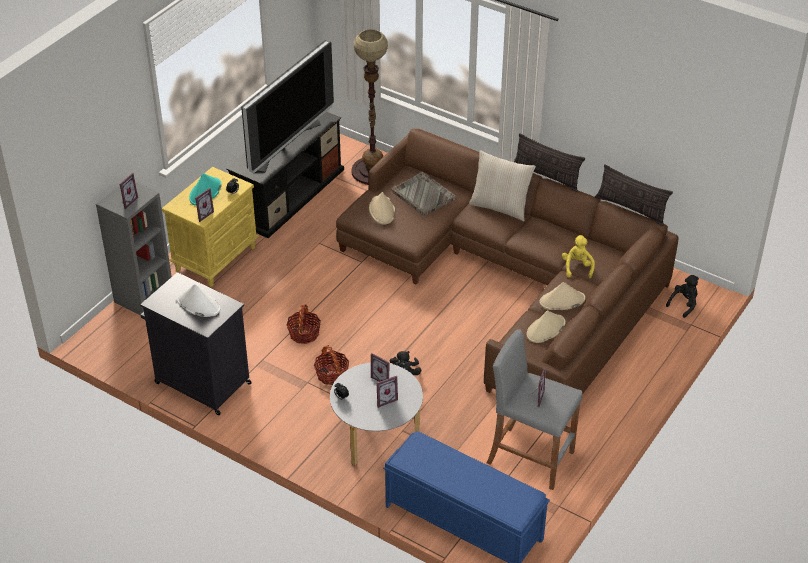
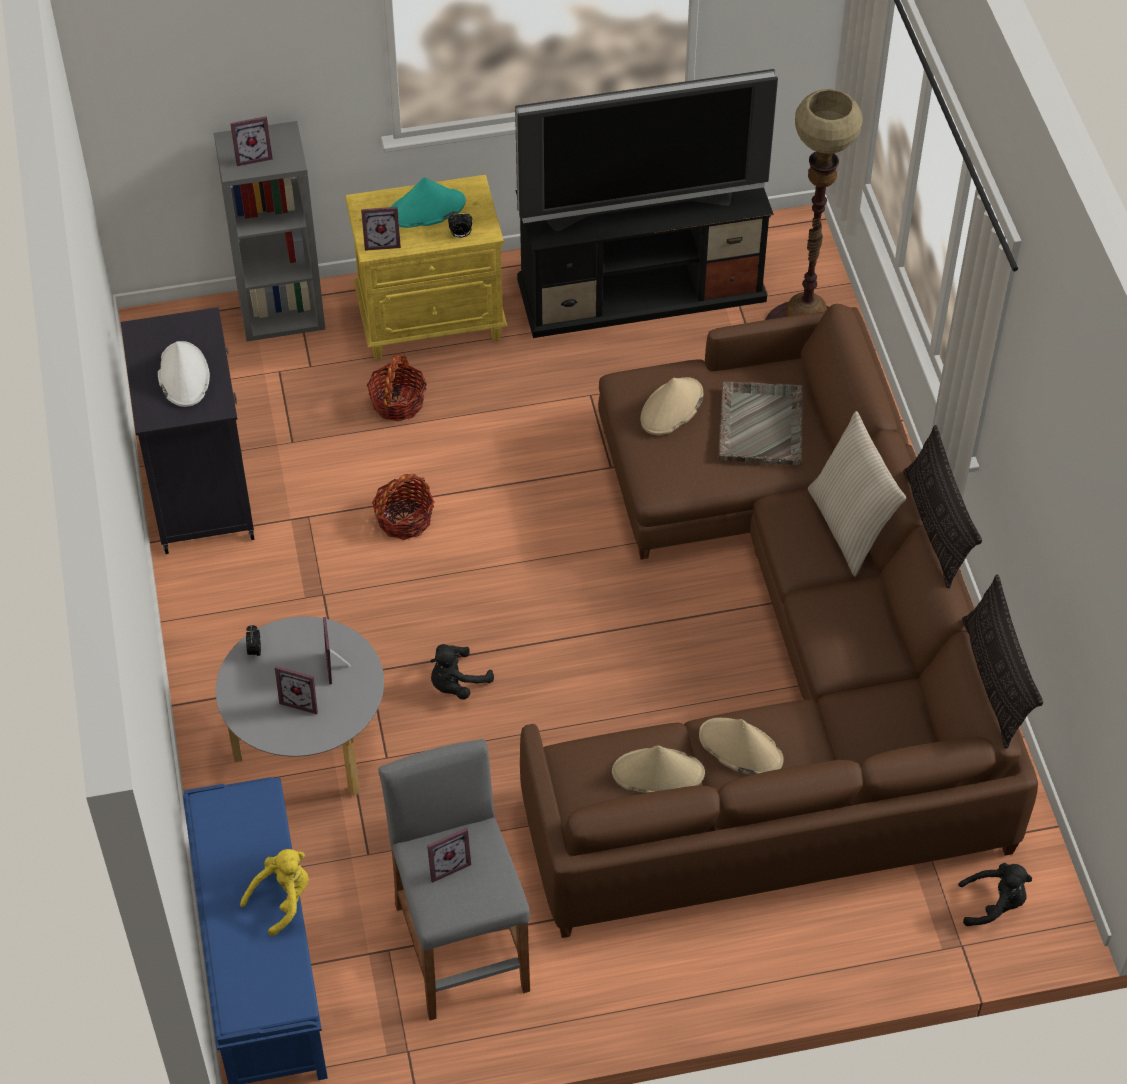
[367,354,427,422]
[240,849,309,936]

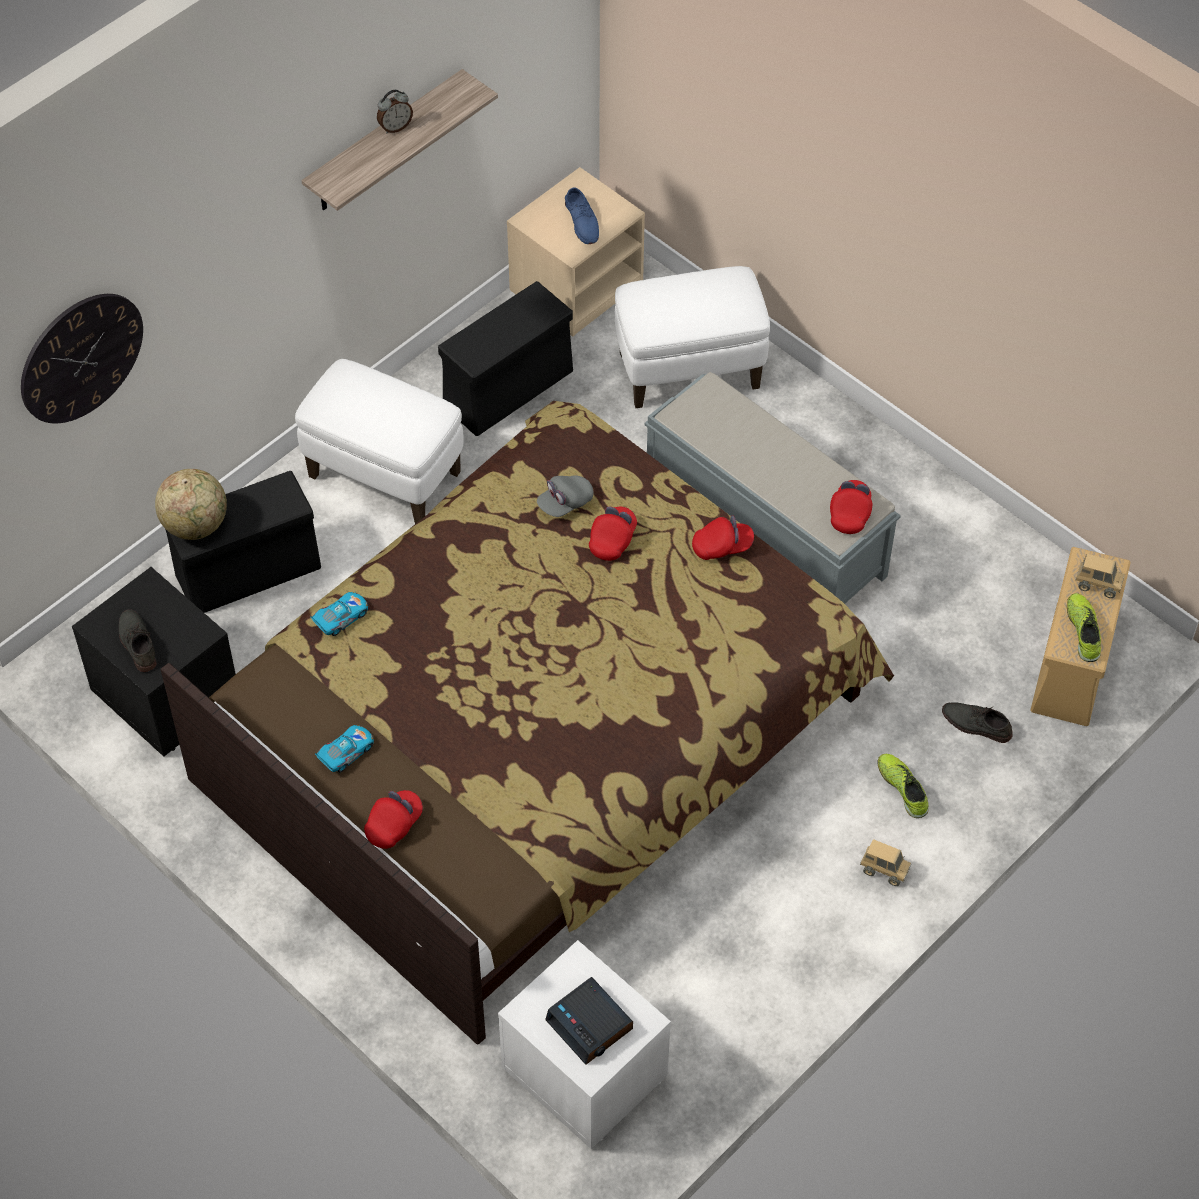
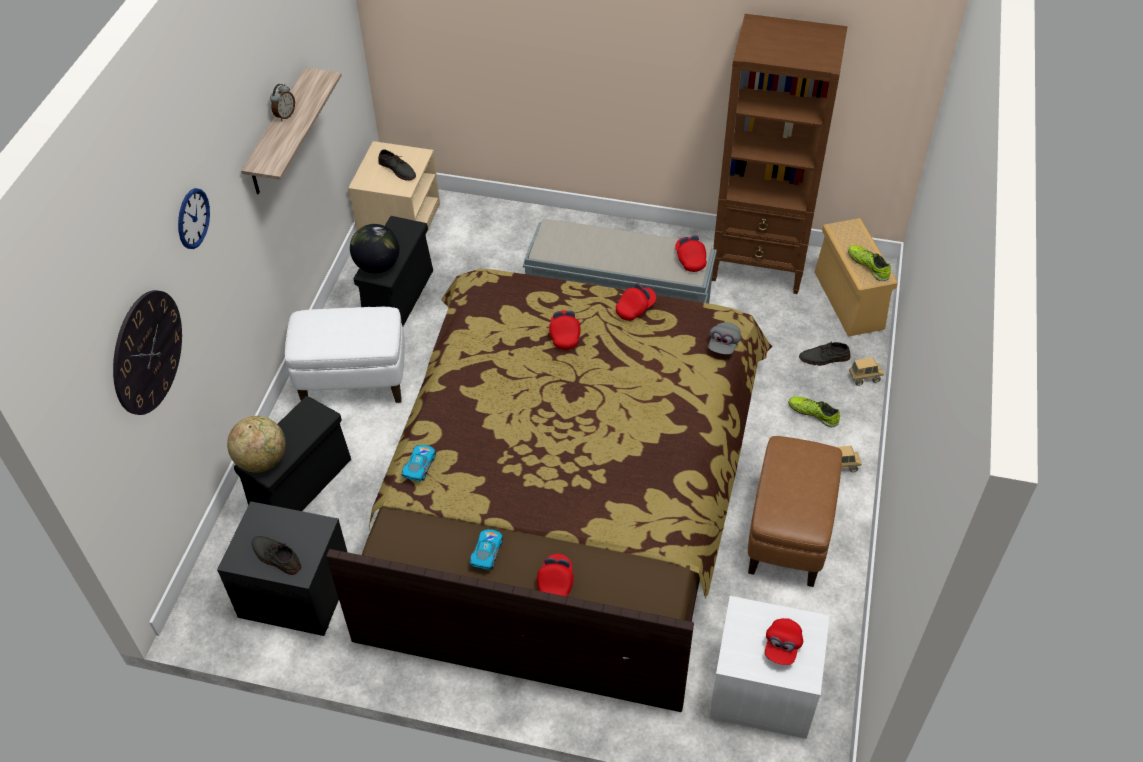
[708,322,741,354]
[765,618,803,665]
[378,149,416,181]
[615,266,770,408] (first image)
[849,357,884,386]
[178,188,210,249]
[350,224,400,273]
[712,14,848,294]
[748,436,842,587]

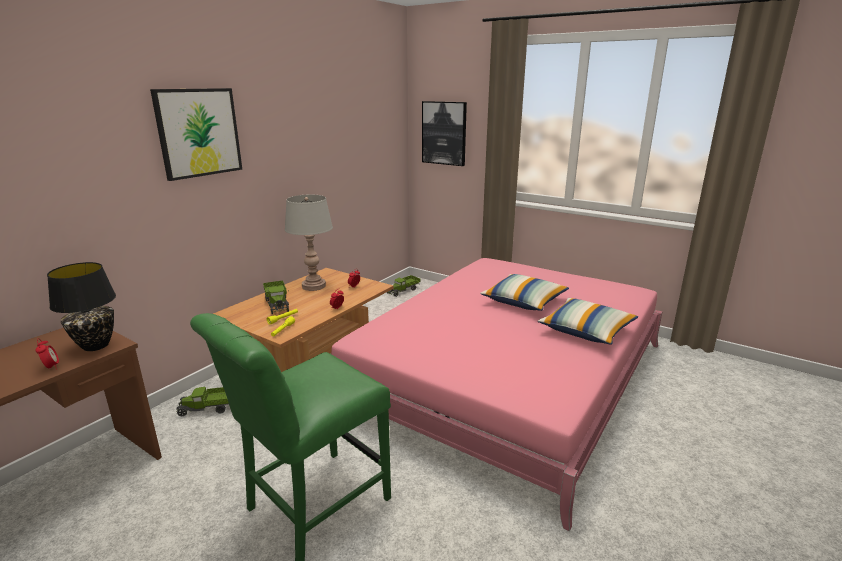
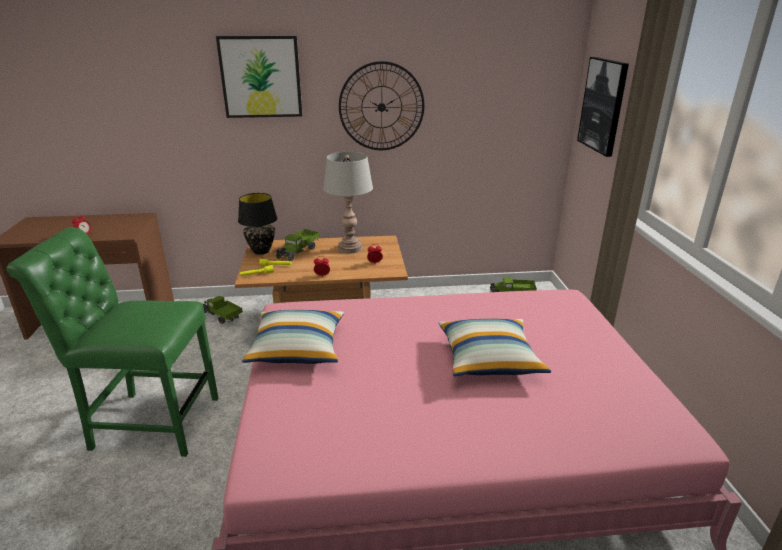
[238,193,277,255]
[242,310,344,364]
[339,61,424,150]

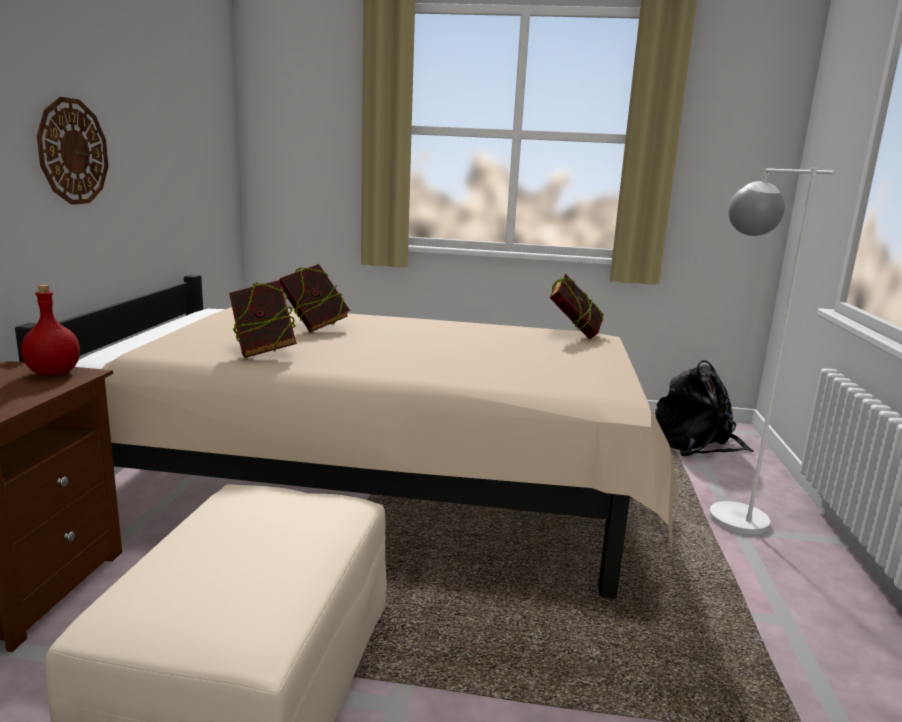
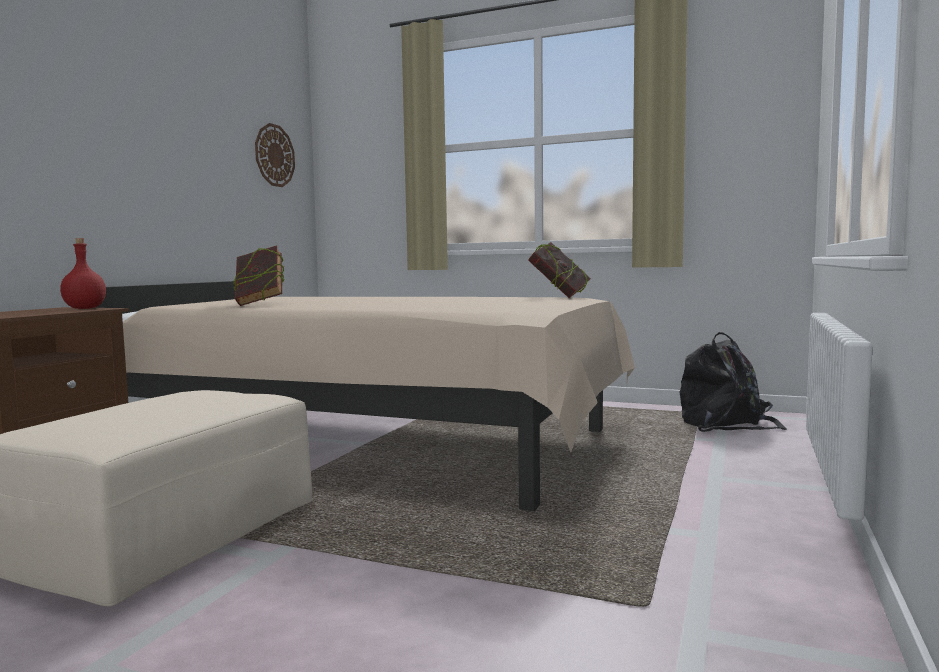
[255,123,295,187]
[280,264,350,332] (first image)
[709,167,835,535] (first image)

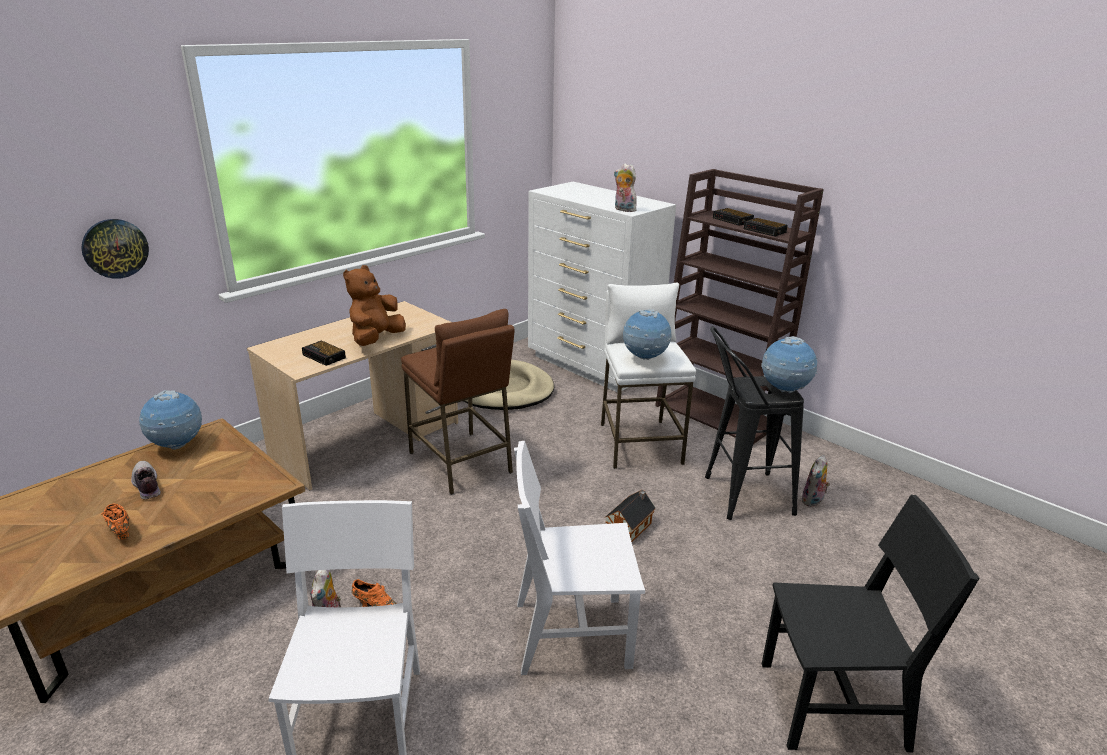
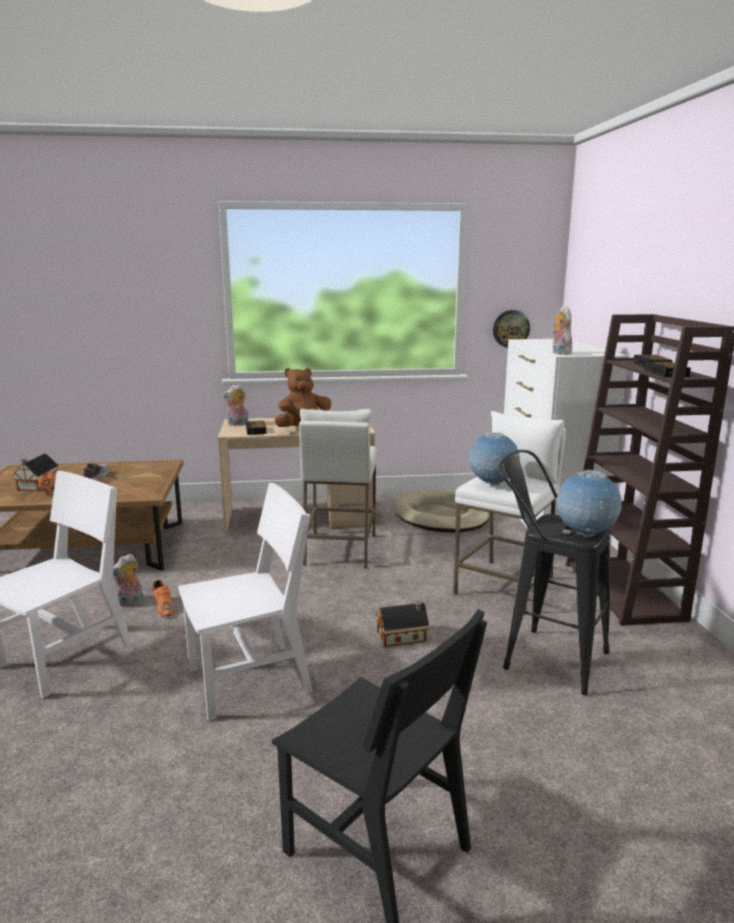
[493,310,530,348]
[139,390,202,450] (first image)
[299,409,377,568]
[178,483,313,721]
[222,384,249,426]
[12,454,59,491]

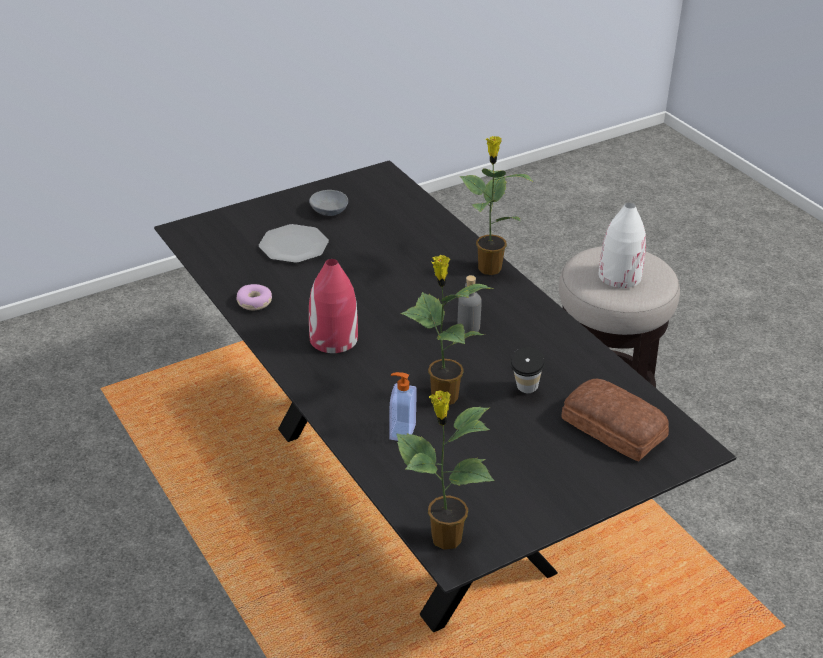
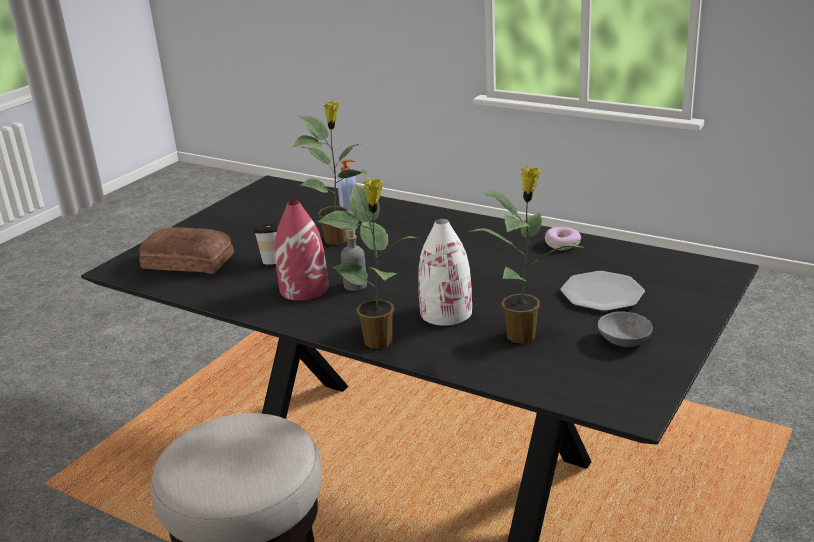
[275,200,328,301]
[468,167,585,344]
[418,219,472,326]

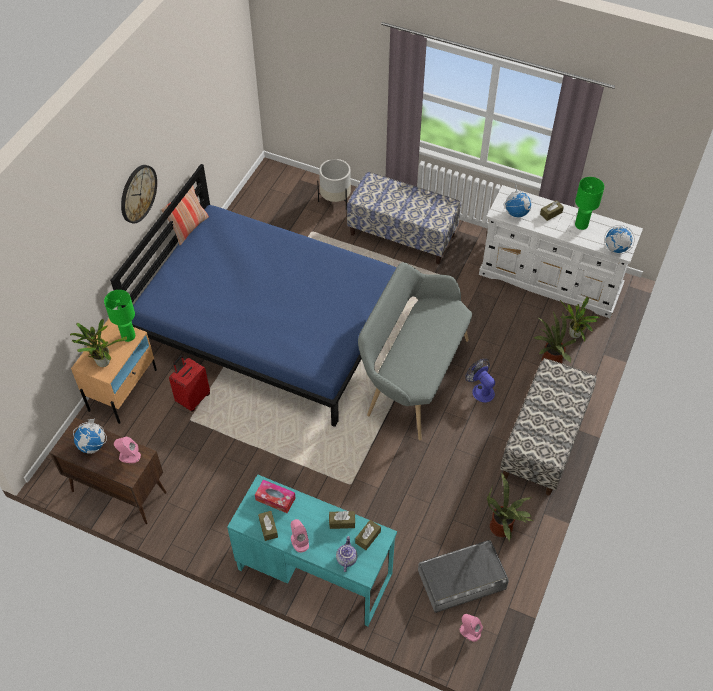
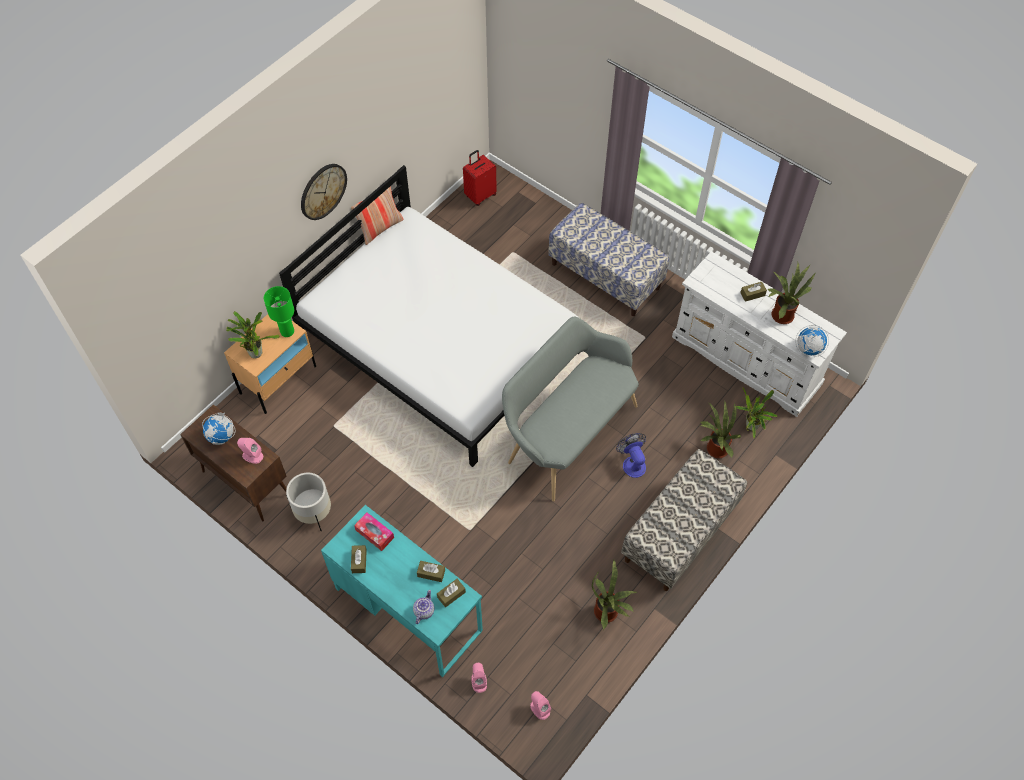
[279,165,579,467]
[463,150,497,206]
[471,663,487,693]
[286,473,331,531]
[418,540,509,613] (first image)
[503,186,532,217] (first image)
[768,262,815,324]

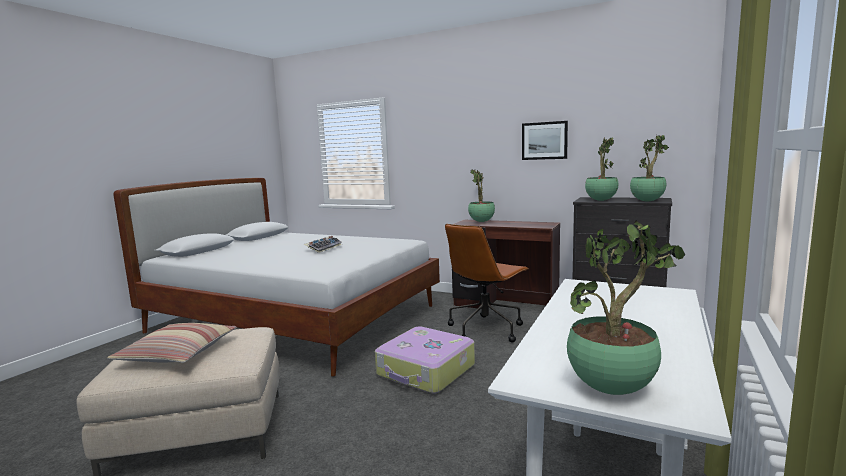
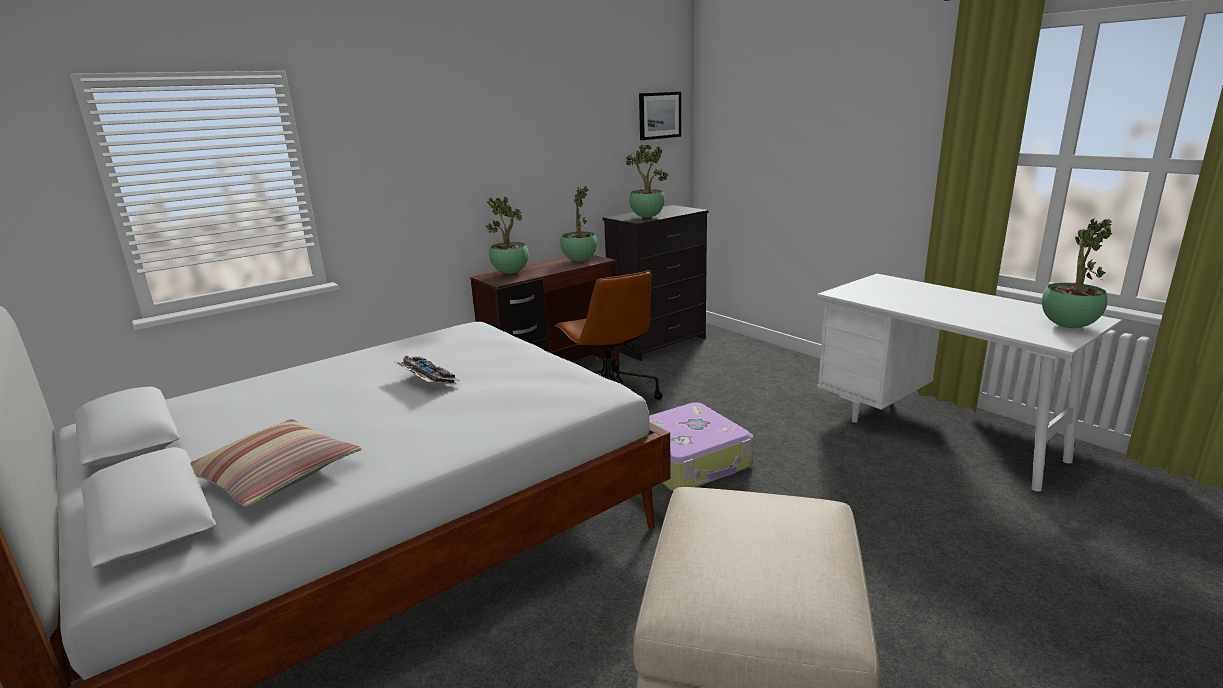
[190,419,362,507]
[639,92,681,140]
[560,186,597,262]

